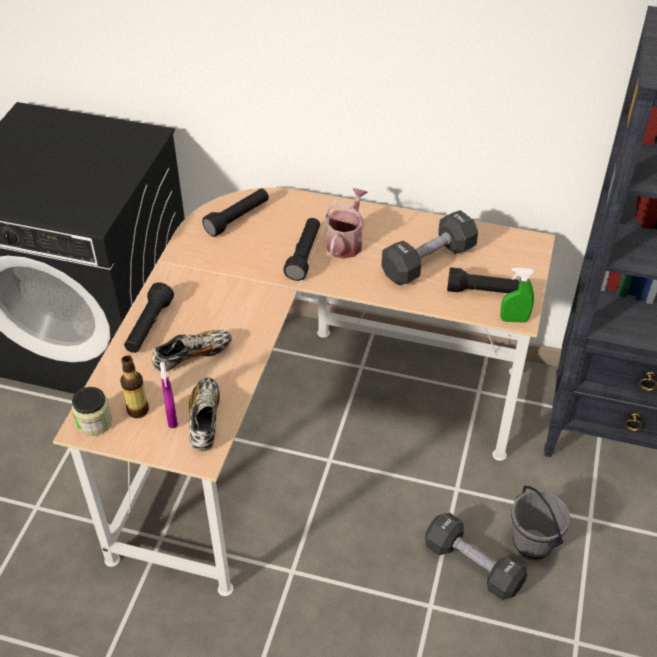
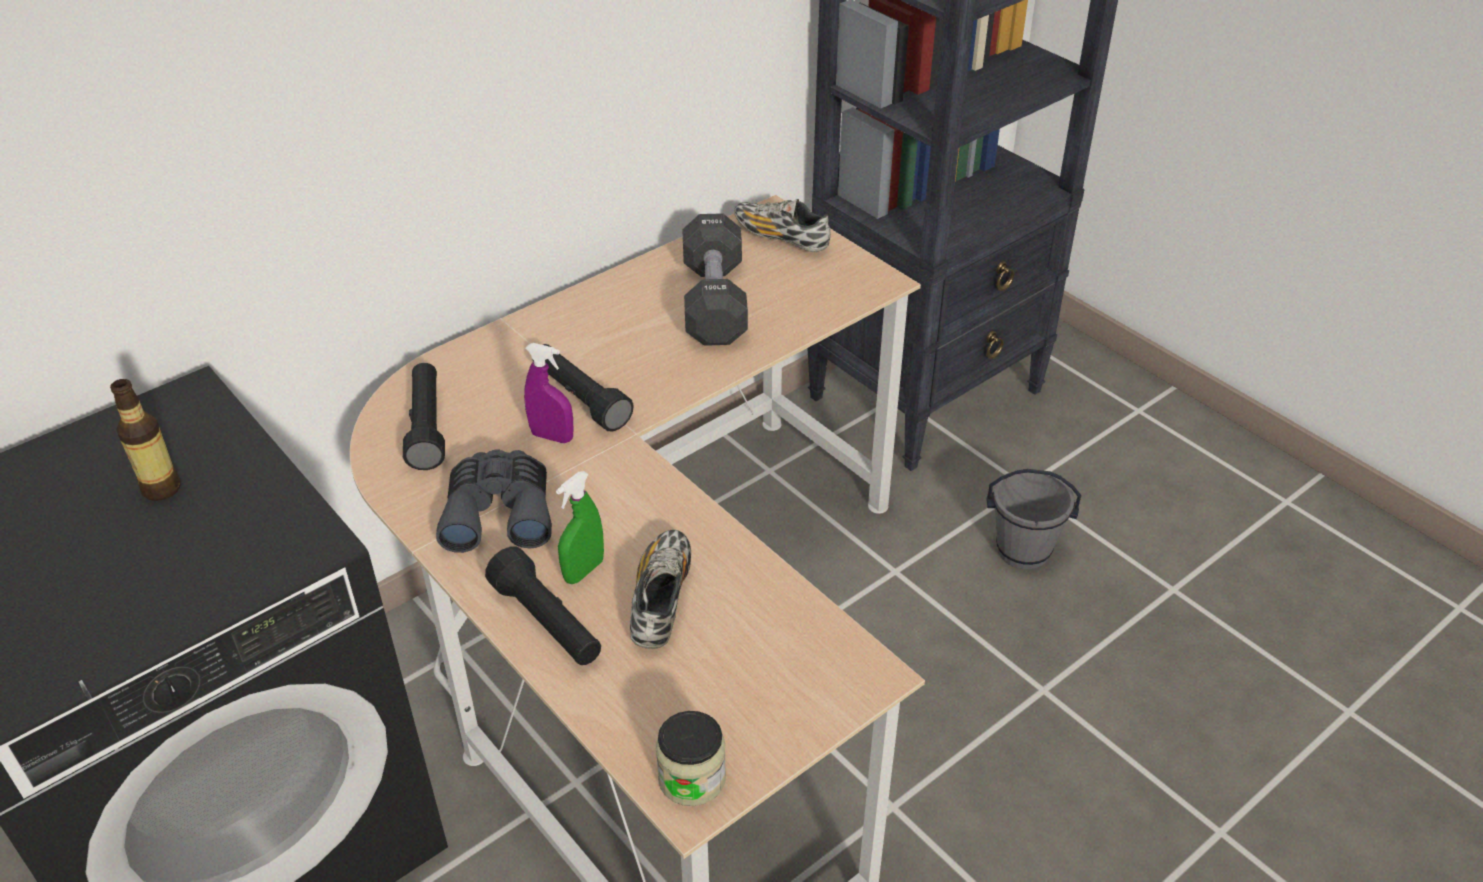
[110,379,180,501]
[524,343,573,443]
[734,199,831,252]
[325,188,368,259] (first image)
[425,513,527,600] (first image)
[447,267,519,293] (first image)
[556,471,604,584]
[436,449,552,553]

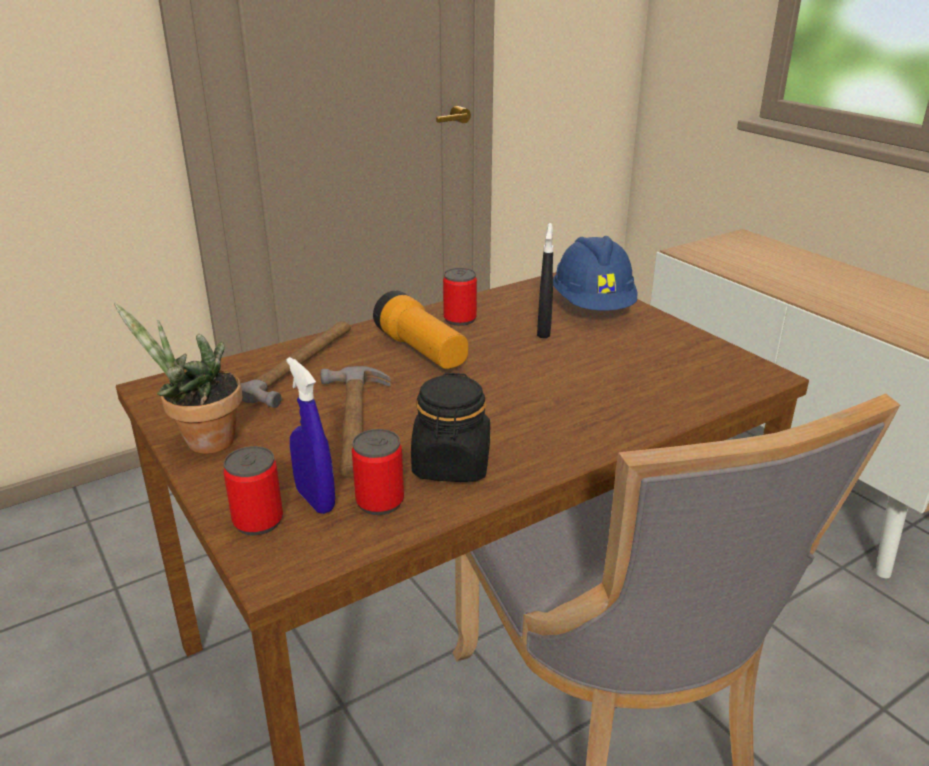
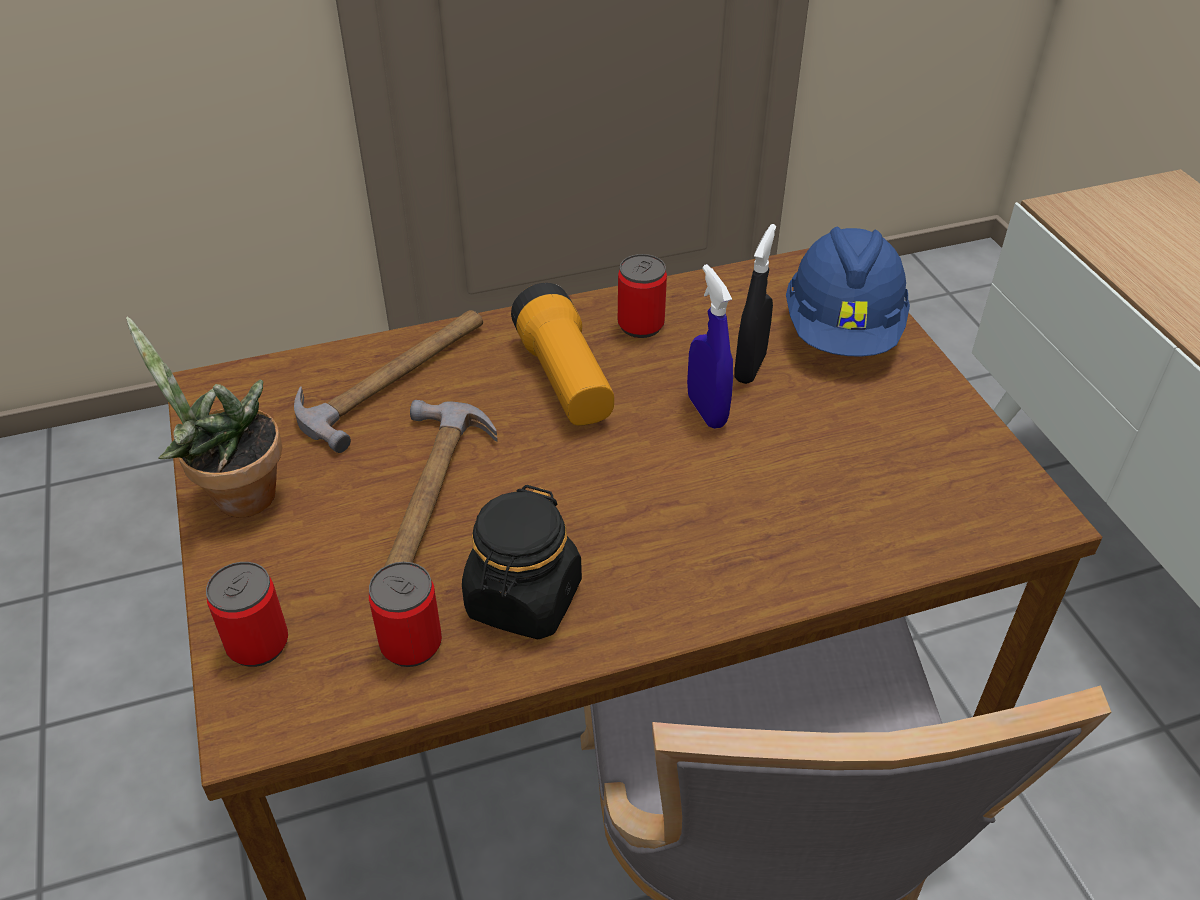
[687,264,733,429]

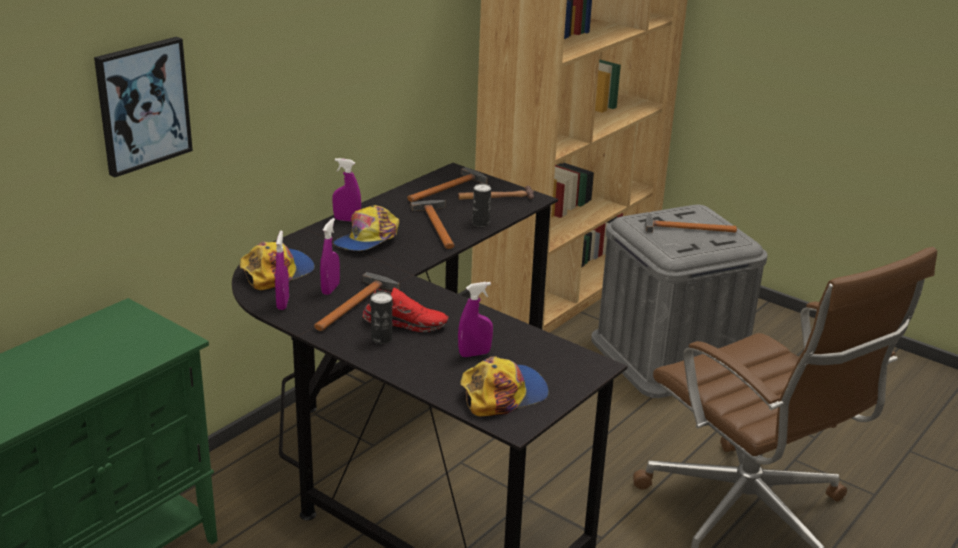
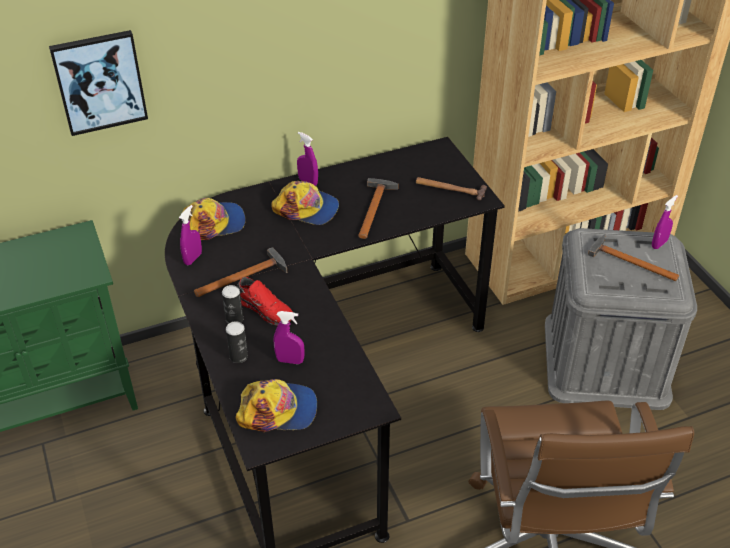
[652,195,678,249]
[271,181,339,225]
[407,167,488,202] (first image)
[226,321,248,363]

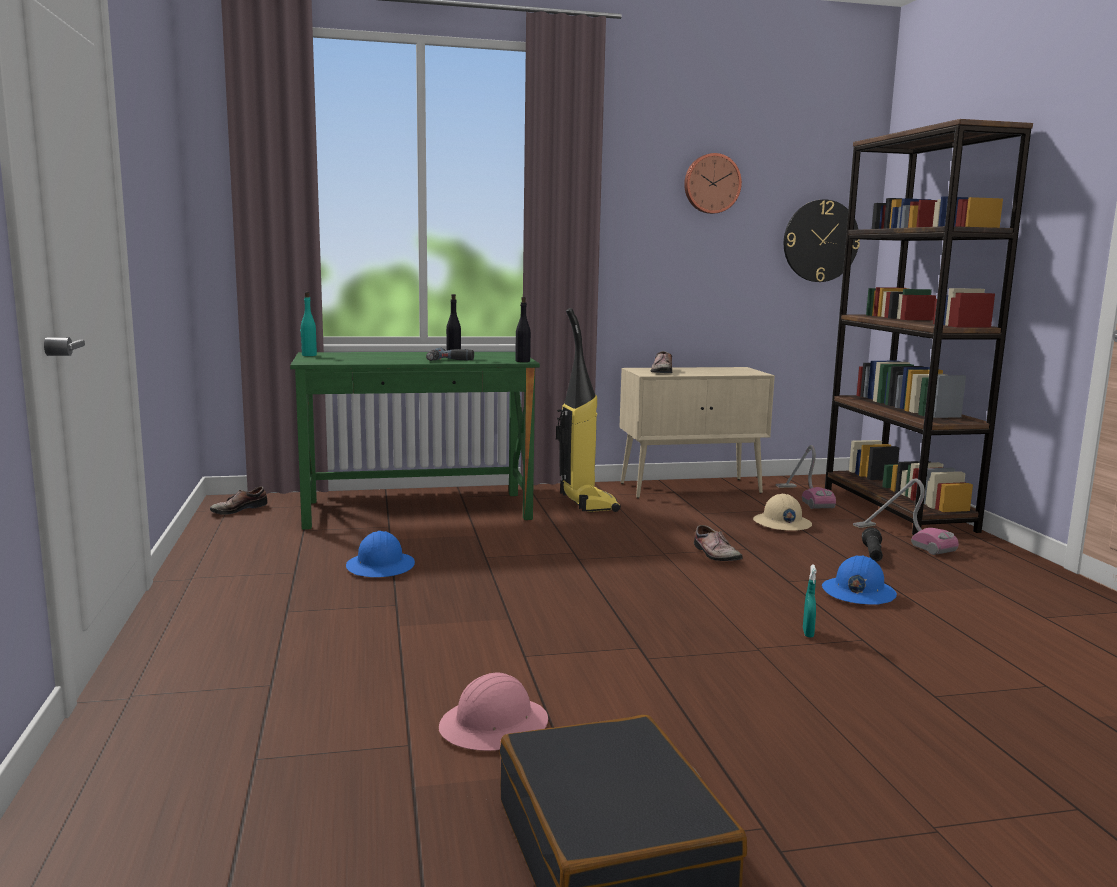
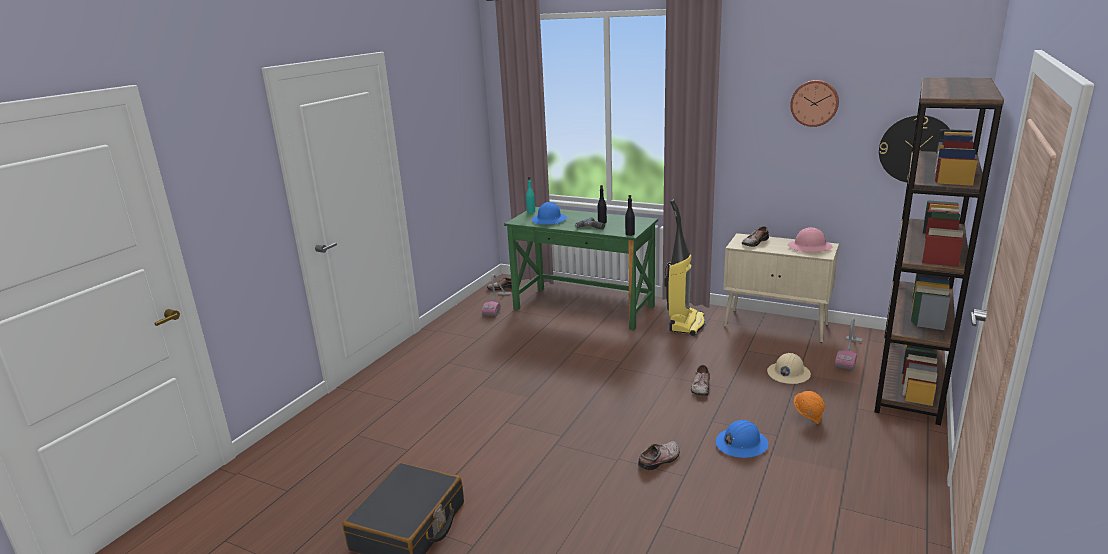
[532,202,567,225]
[788,227,833,252]
[638,441,680,470]
[482,274,511,316]
[794,391,825,424]

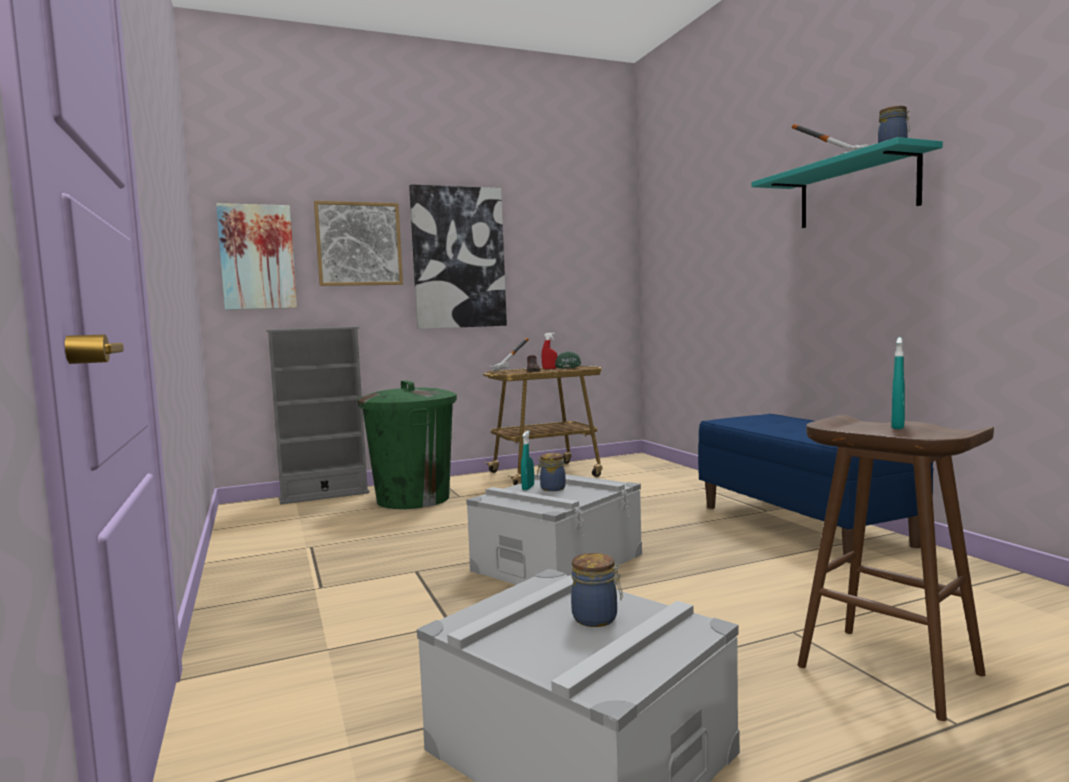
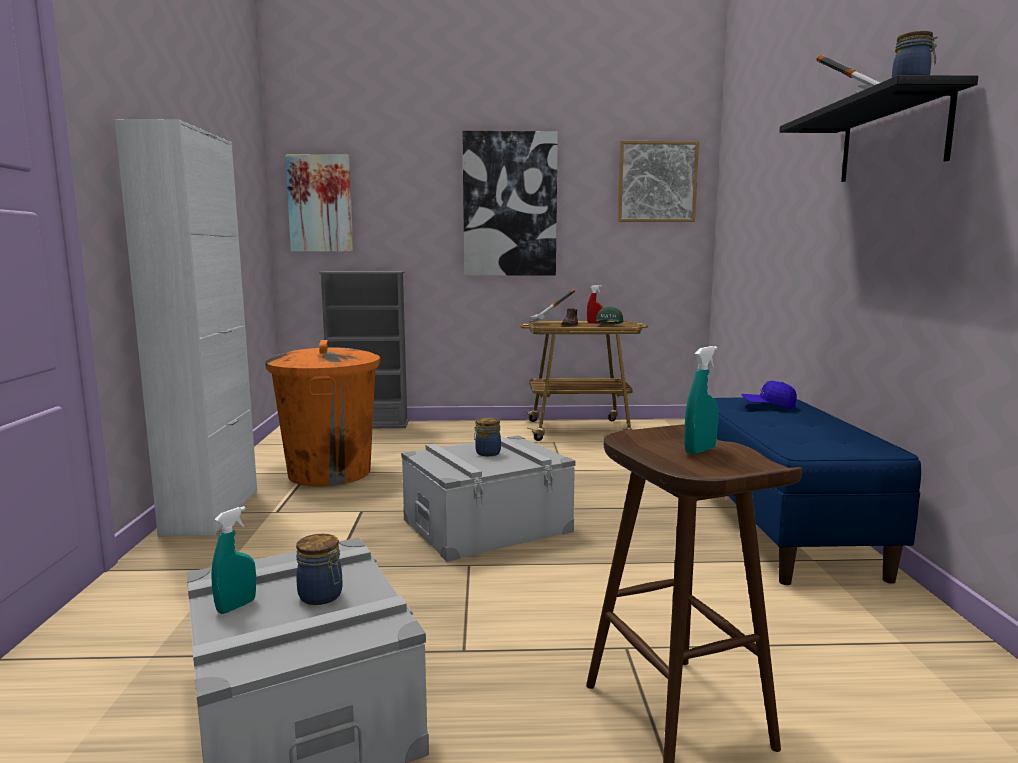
[618,141,699,222]
[357,381,457,509] (first image)
[211,506,256,614]
[779,75,978,182]
[114,119,257,536]
[265,340,380,486]
[741,381,797,410]

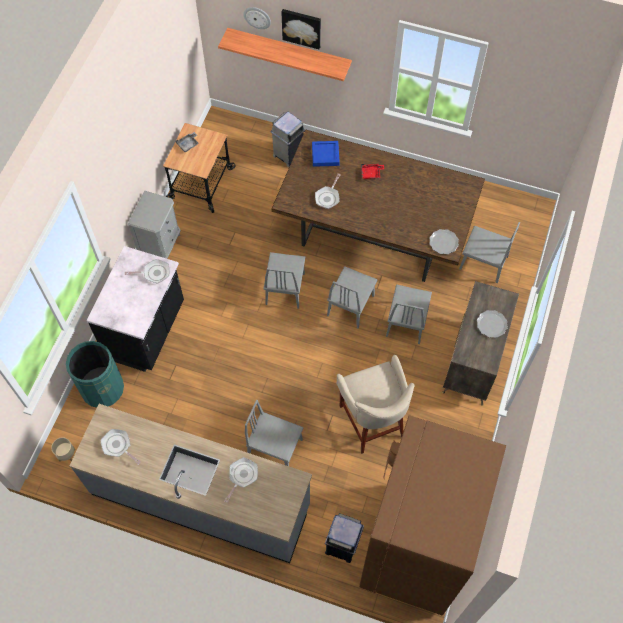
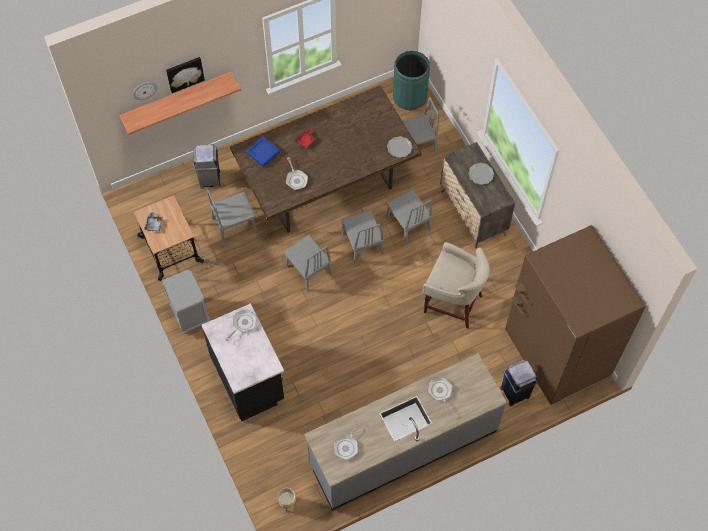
[393,51,430,111]
[333,421,359,460]
[207,189,257,243]

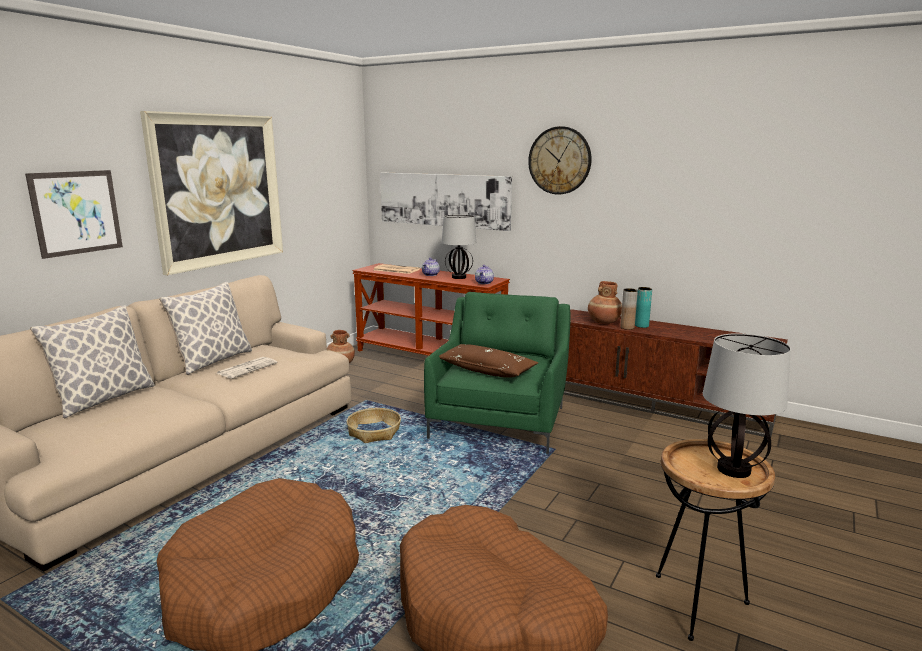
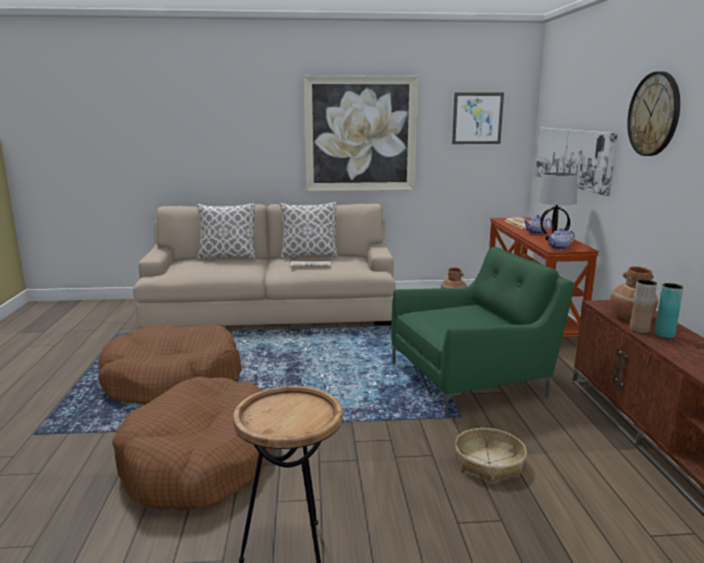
[452,92,504,144]
[455,428,527,482]
[439,344,538,377] (first image)
[703,333,791,478] (first image)

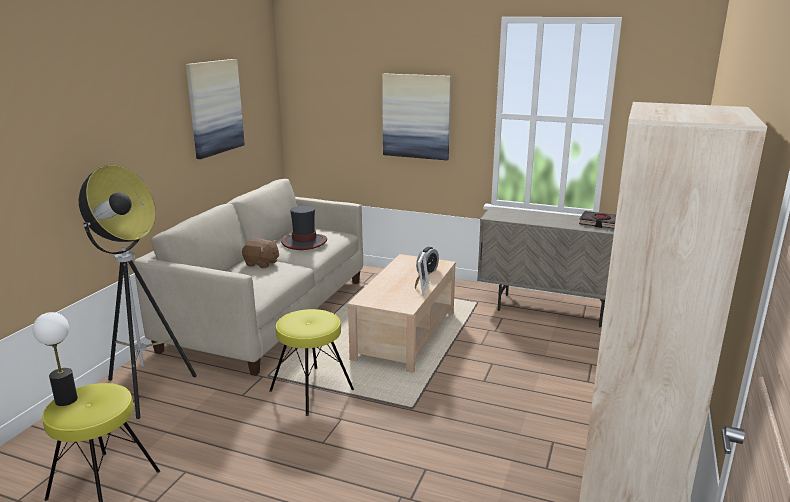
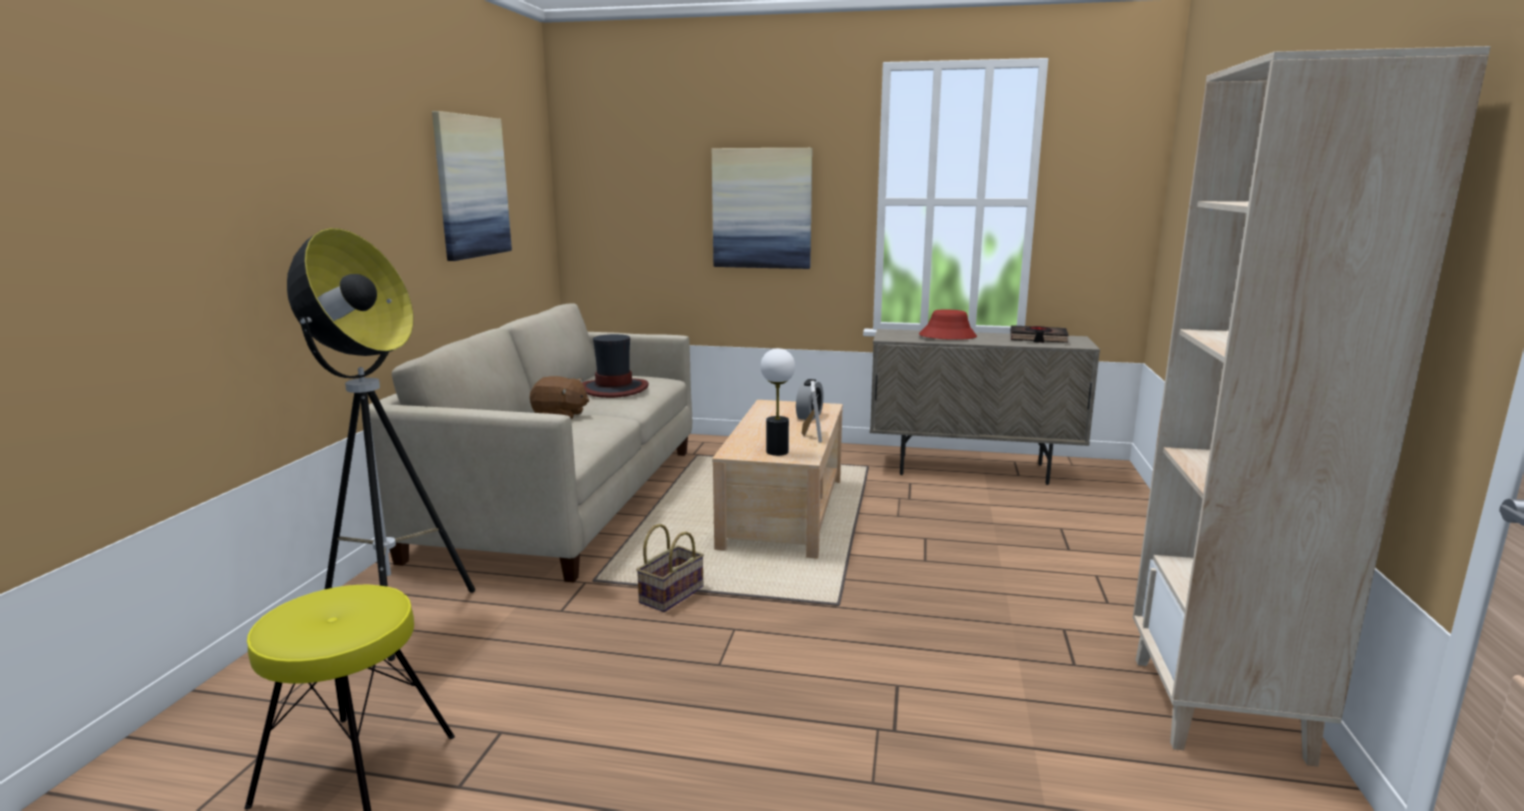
[761,348,795,456]
[636,524,704,612]
[919,309,977,340]

